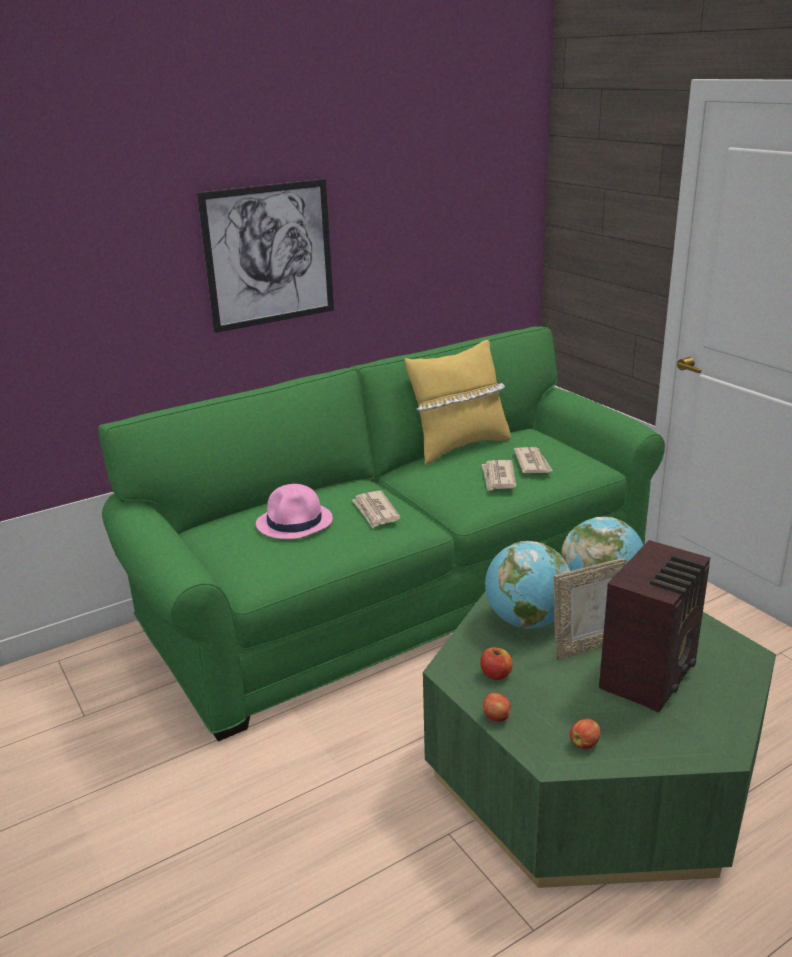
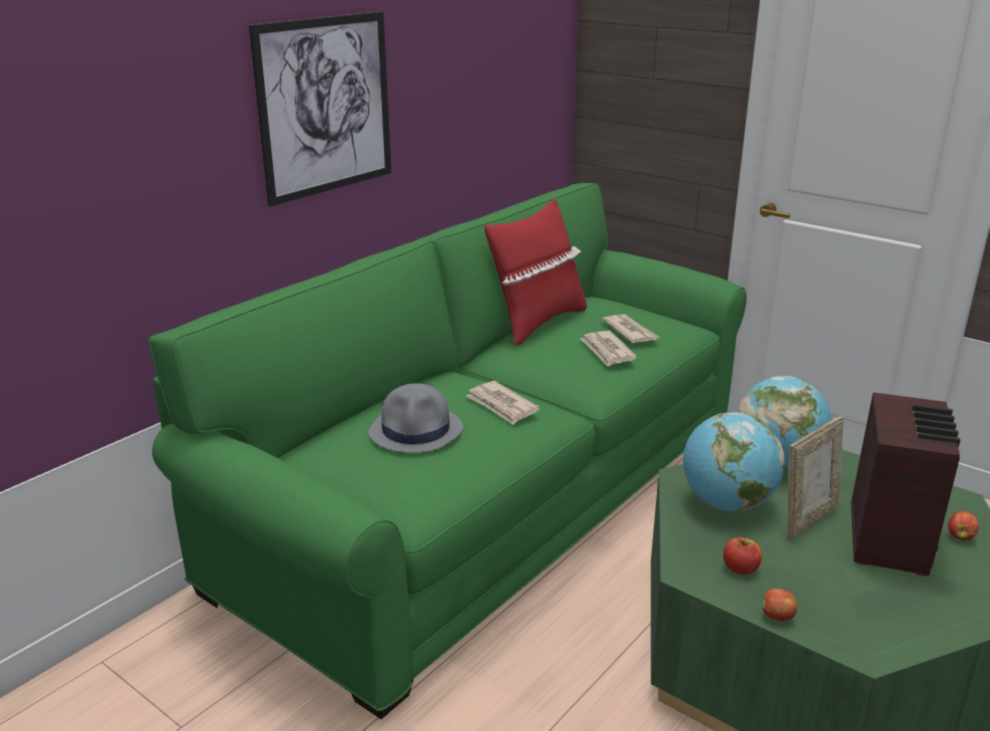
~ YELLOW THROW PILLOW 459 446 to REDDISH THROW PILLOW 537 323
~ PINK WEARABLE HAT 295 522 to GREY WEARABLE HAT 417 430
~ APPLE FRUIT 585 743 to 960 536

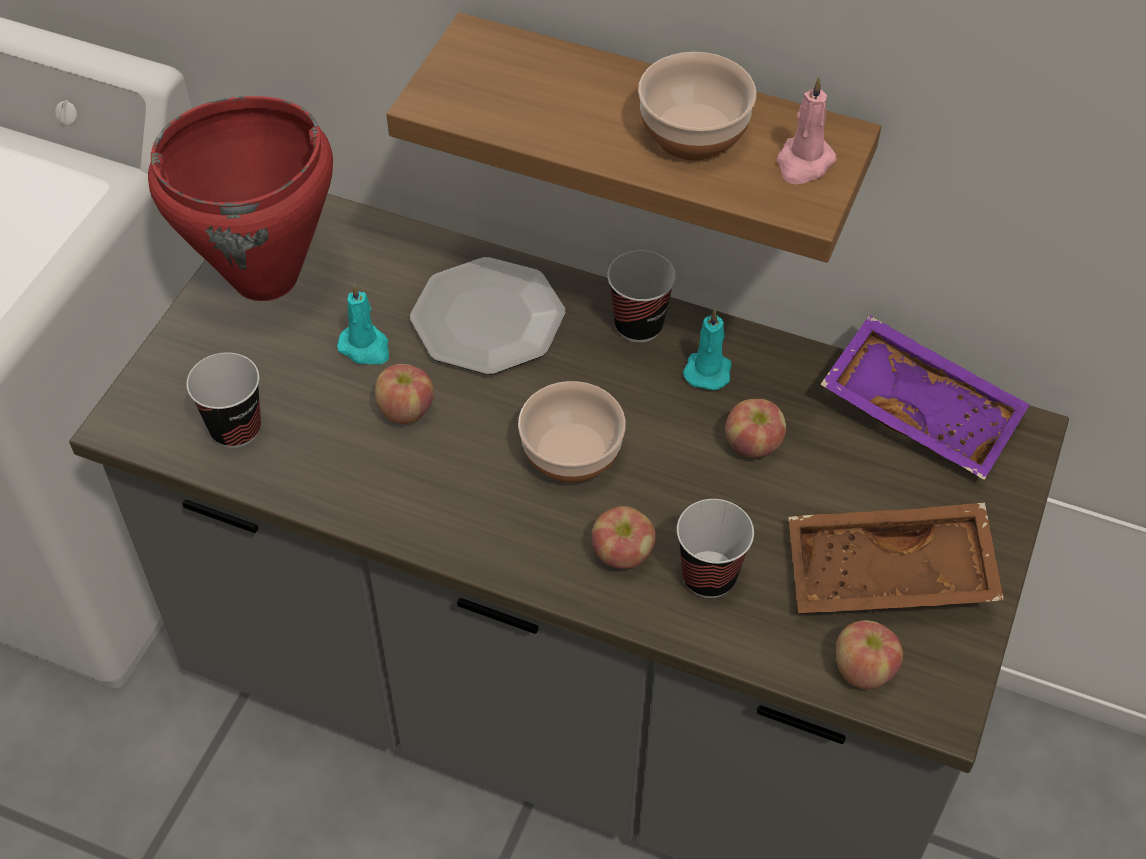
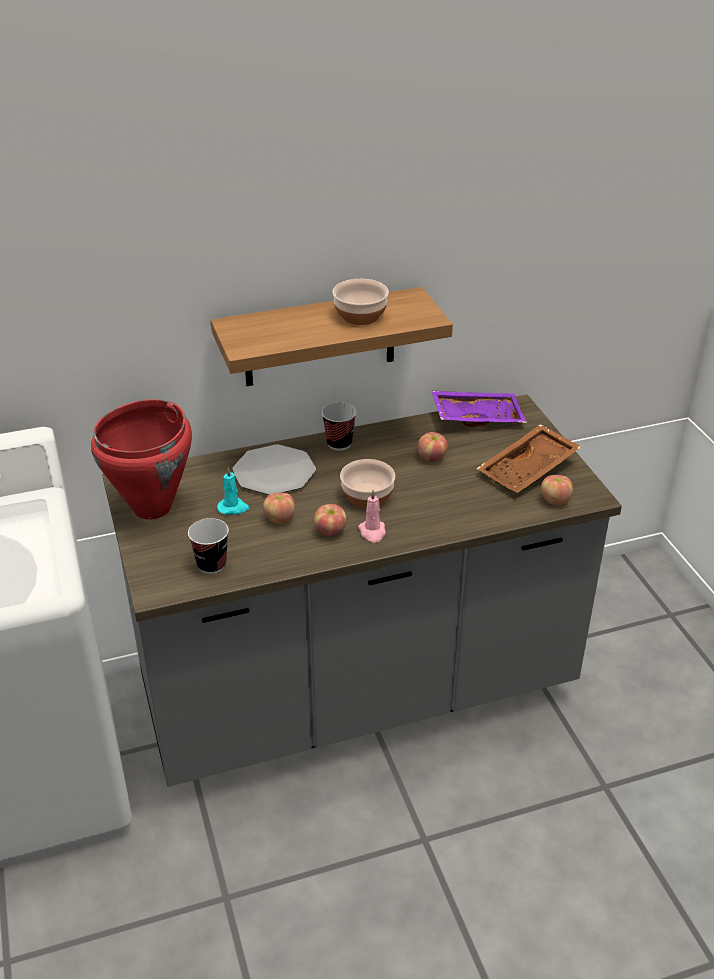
~ PINK CANDLE 803 163 to 372 532
- TURQUOISE-COLOURED CANDLE 708 369
- DRINKING CUP 709 576
~ APPLE FRUIT 622 554 to 330 531

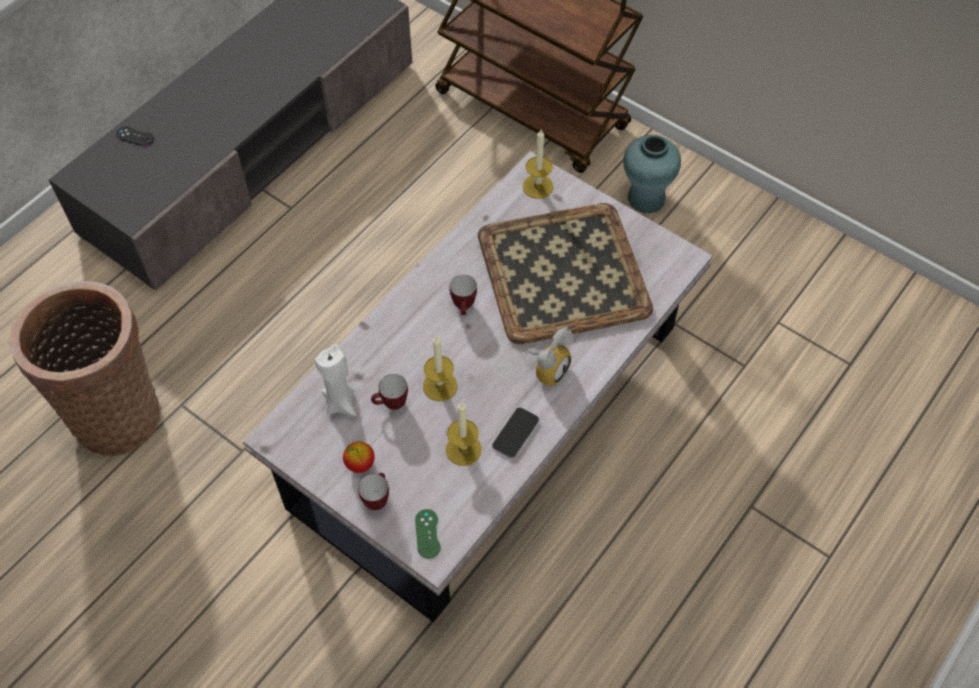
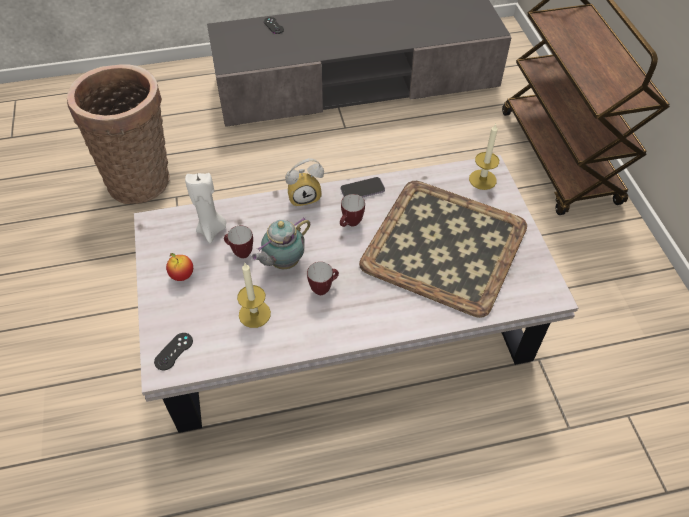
- TURQUOISE-COLOURED FLOWER VASE 646 199
~ TABLE CLOCK 548 368 to 305 196
~ CANDLE 440 386 to TEAPOT 283 262
~ HANDSET 515 433 to 362 190
~ MUG 377 499 to 323 288
~ GREENISH GAME CONTROLLER 427 533 to BLACKISH GAME CONTROLLER 173 351

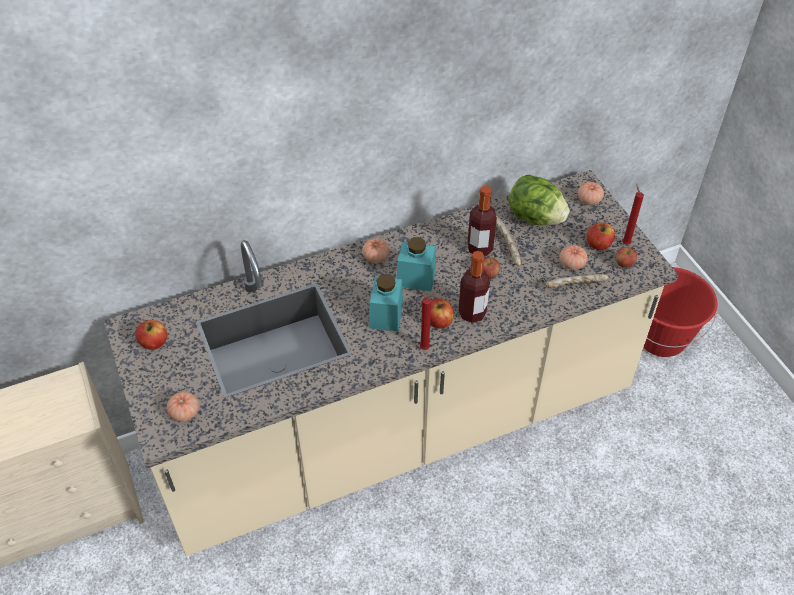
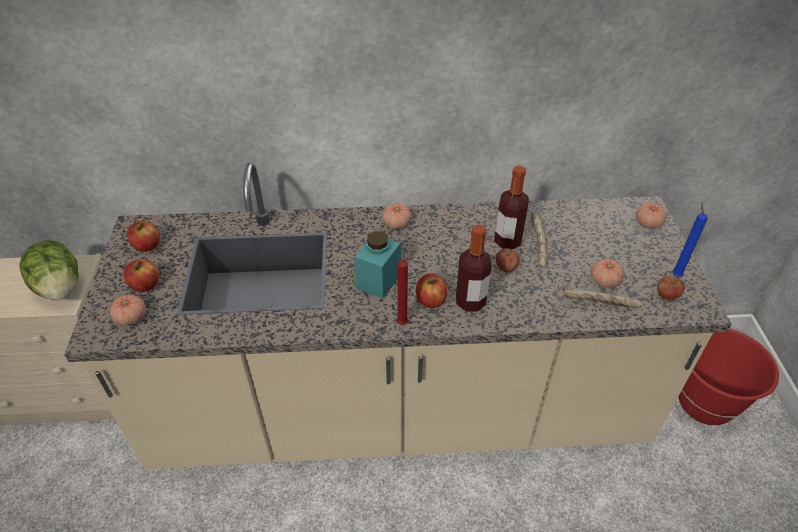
~ HEAD OF LETTUCE 535 217 to 60 288
~ REDDISH CANDLE 625 243 to BLUE-COLOURED CANDLE 675 274
~ APPLE FRUIT 598 244 to 145 285
- TURQUOISE-COLOURED PRESERVE JAR 416 278

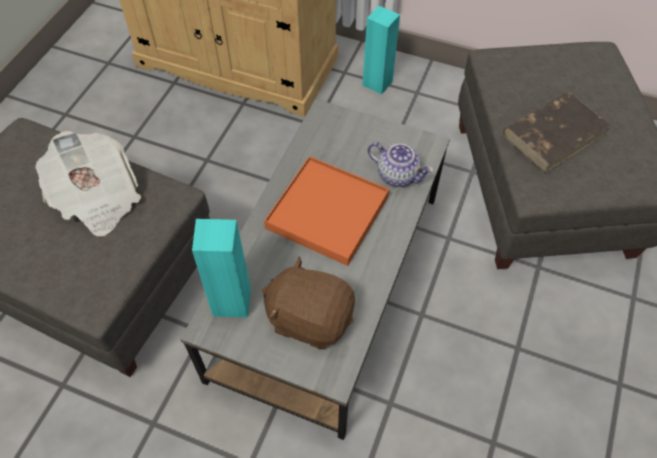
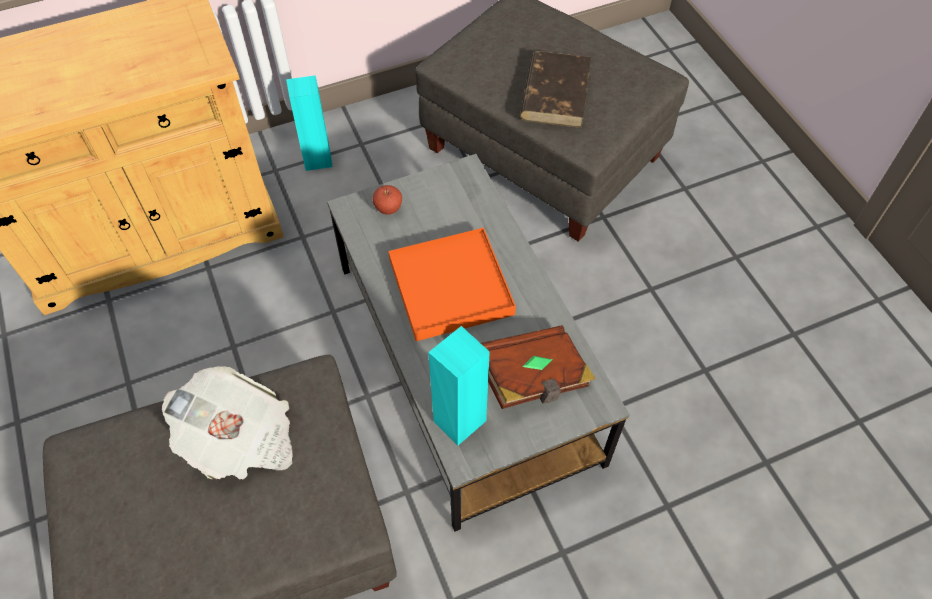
- TEAPOT 398 175
~ BROWN CUDDLY TOY 310 317 to BROWN VOLUME 533 378
+ APPLE FRUIT 388 208

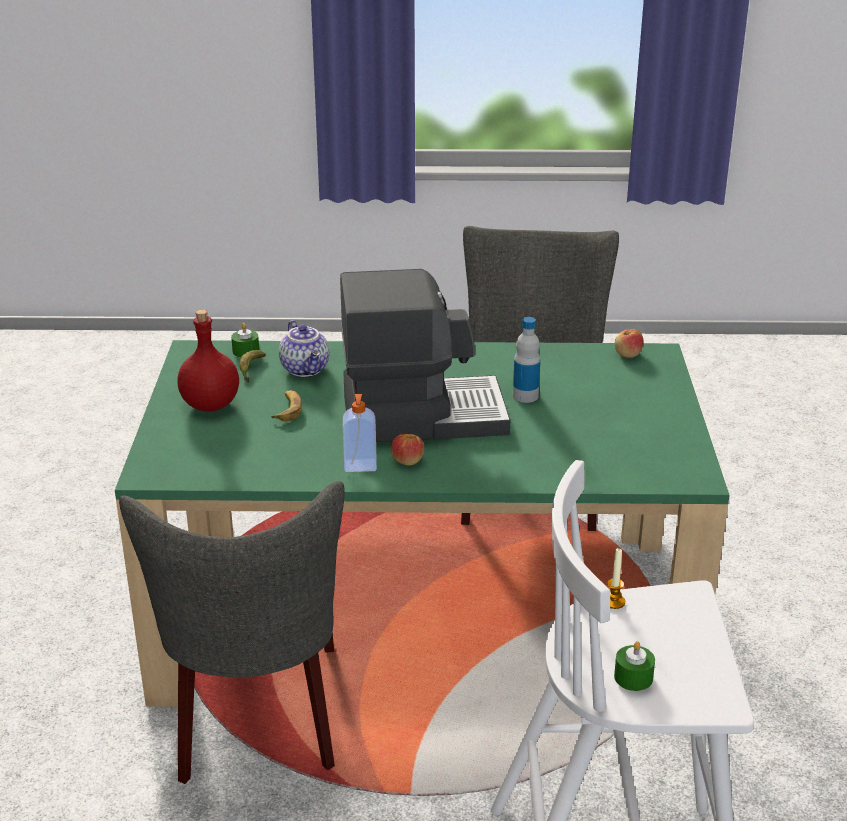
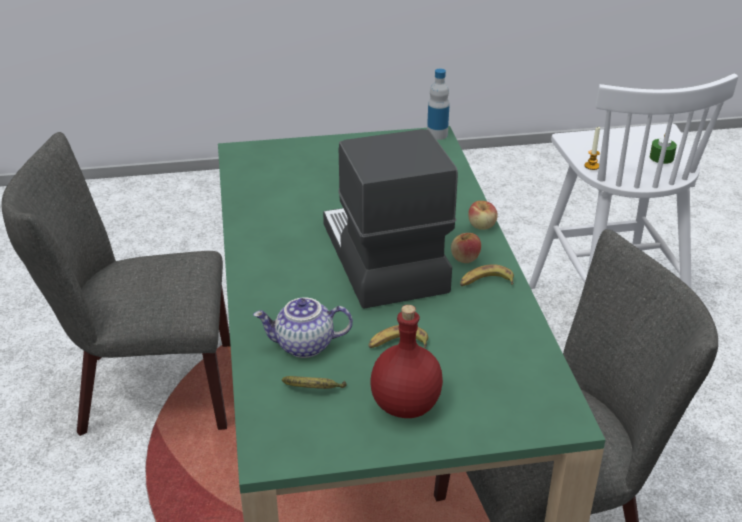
~ BOTTLE 525 396 to 437 134
~ TEAPOT 306 369 = 304 346 150 degrees counterclockwise
- GREENISH CANDLE 246 351
~ APPLE FRUIT 628 354 to 482 226
~ SOAP BOTTLE 360 466 to BANANA 486 282

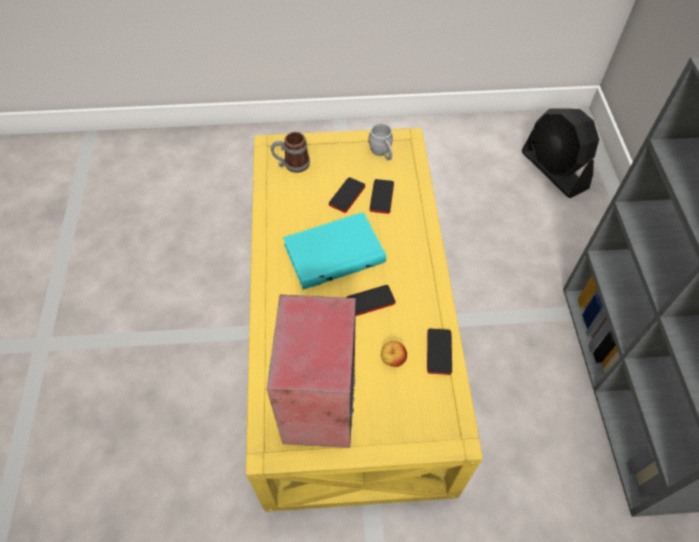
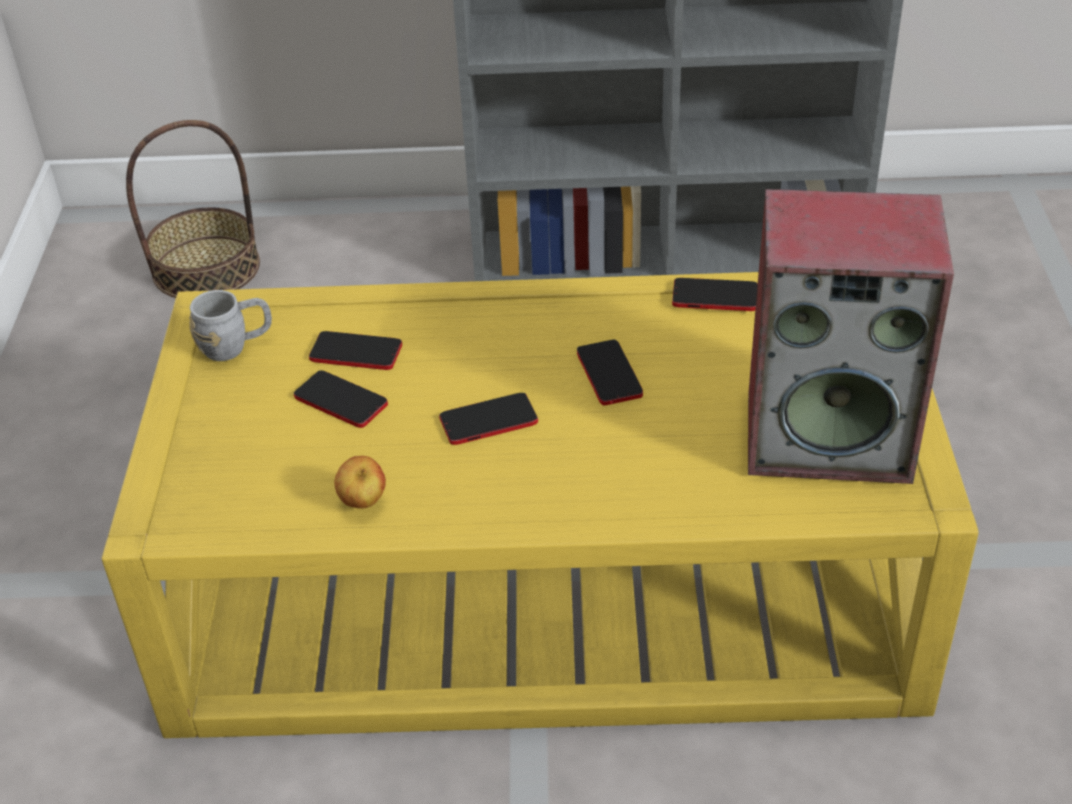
~ BLACKISH COOLING FAN 554 170 to HOUSEHOLD BASKET 206 268
- MUG 292 164
~ TURQUOISE-COLOURED VOLUME 334 252 to HANDSET 488 420
~ APPLE FRUIT 392 360 to 363 502

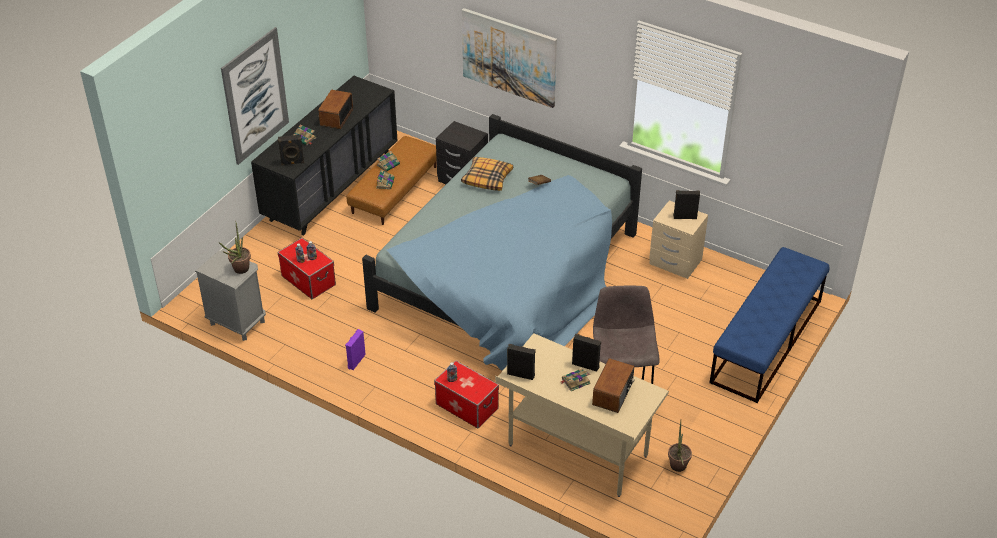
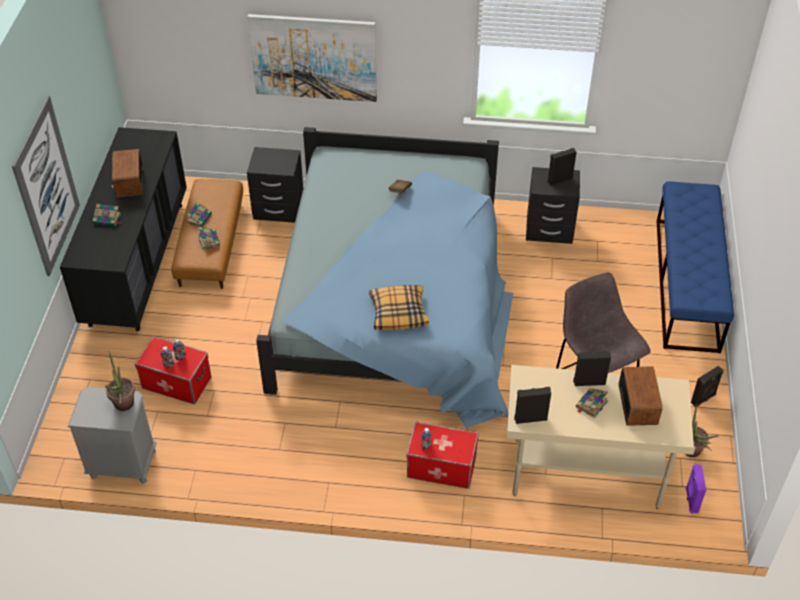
~ BLACKISH LOUDSPEAKER 292 163 to 703 399
~ THROW PILLOW 487 178 to 398 312
~ SAND-COLOURED NIGHT TABLE 675 262 to BLACKISH NIGHT TABLE 549 229
~ PURPLISH LOUDSPEAKER 356 361 to 691 500

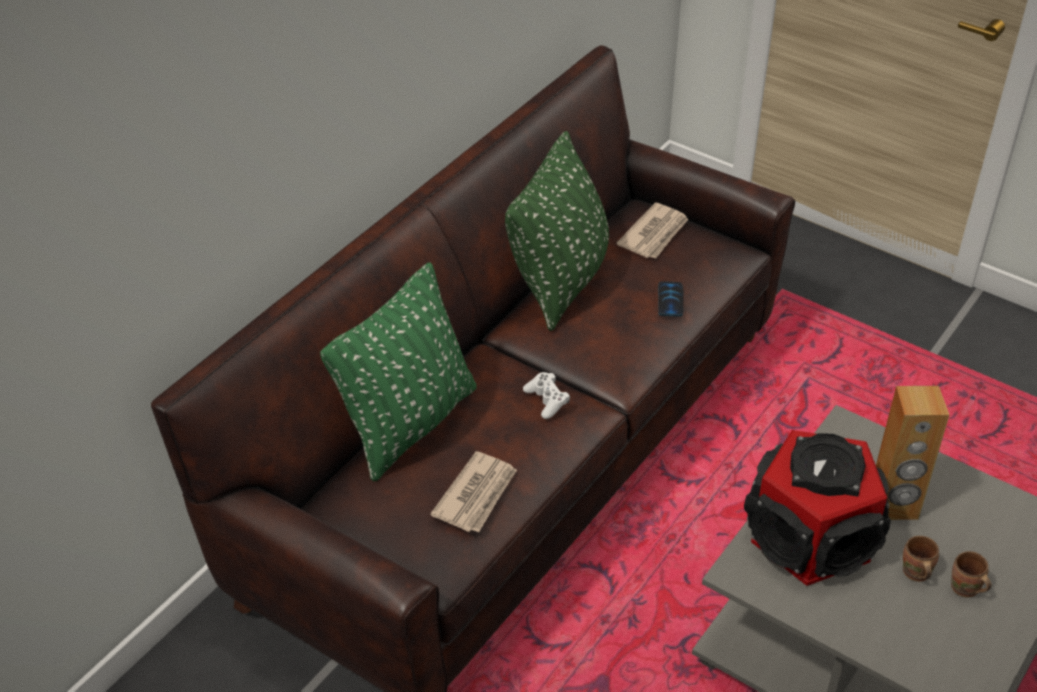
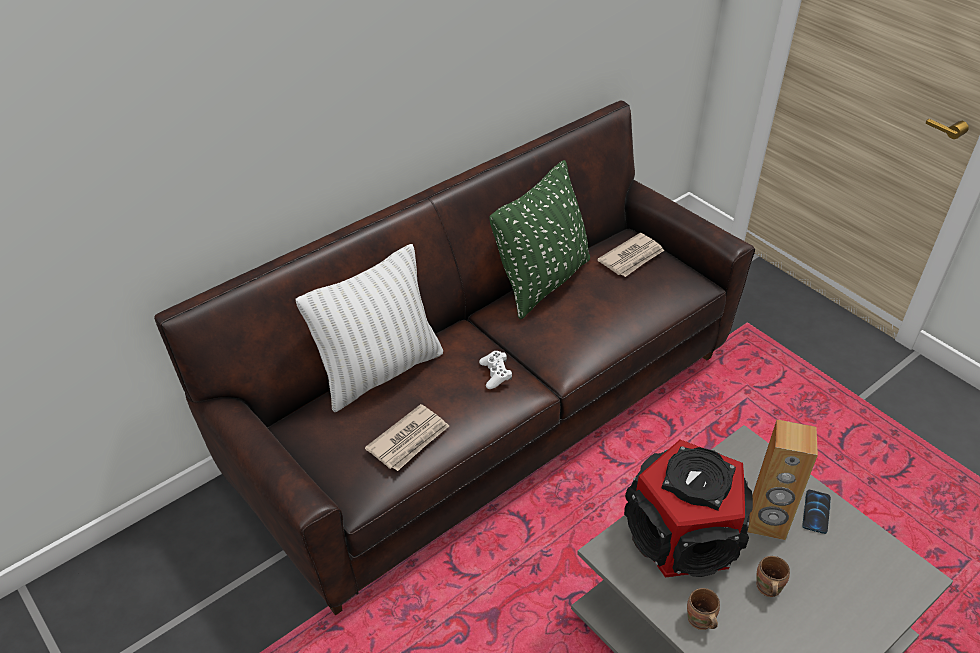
~ GREENISH THROW PILLOW 408 424 to WHITE THROW PILLOW 380 372
~ HANDSET 670 300 to 816 512
~ BROWN MUG 964 590 to 699 621

